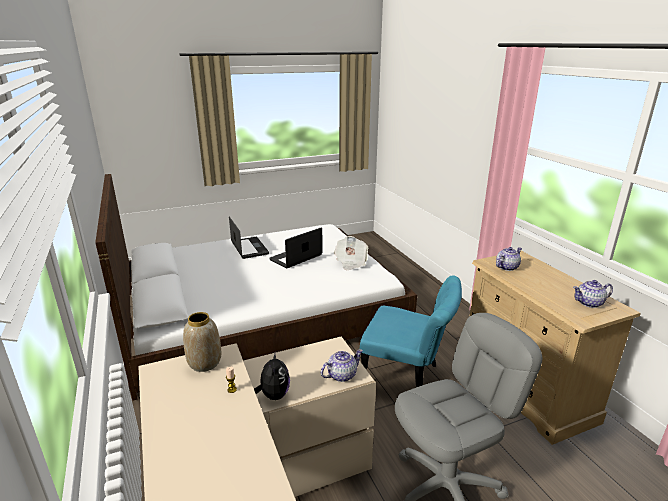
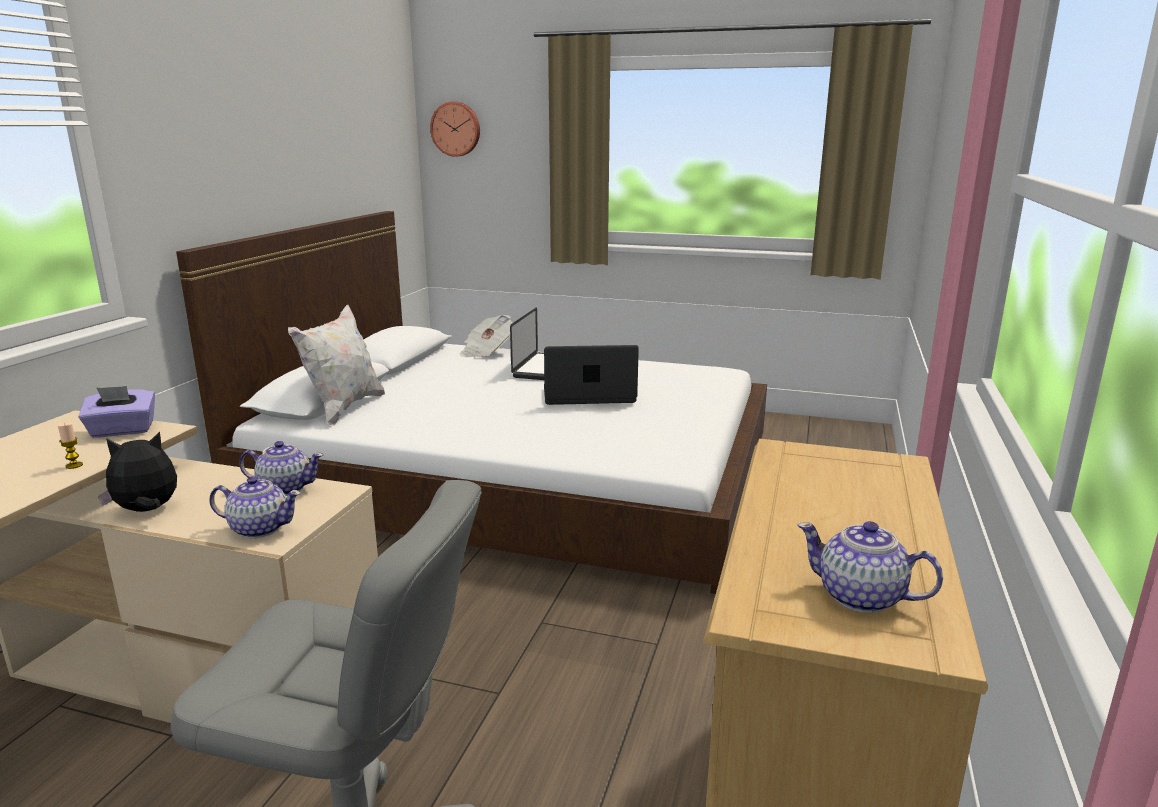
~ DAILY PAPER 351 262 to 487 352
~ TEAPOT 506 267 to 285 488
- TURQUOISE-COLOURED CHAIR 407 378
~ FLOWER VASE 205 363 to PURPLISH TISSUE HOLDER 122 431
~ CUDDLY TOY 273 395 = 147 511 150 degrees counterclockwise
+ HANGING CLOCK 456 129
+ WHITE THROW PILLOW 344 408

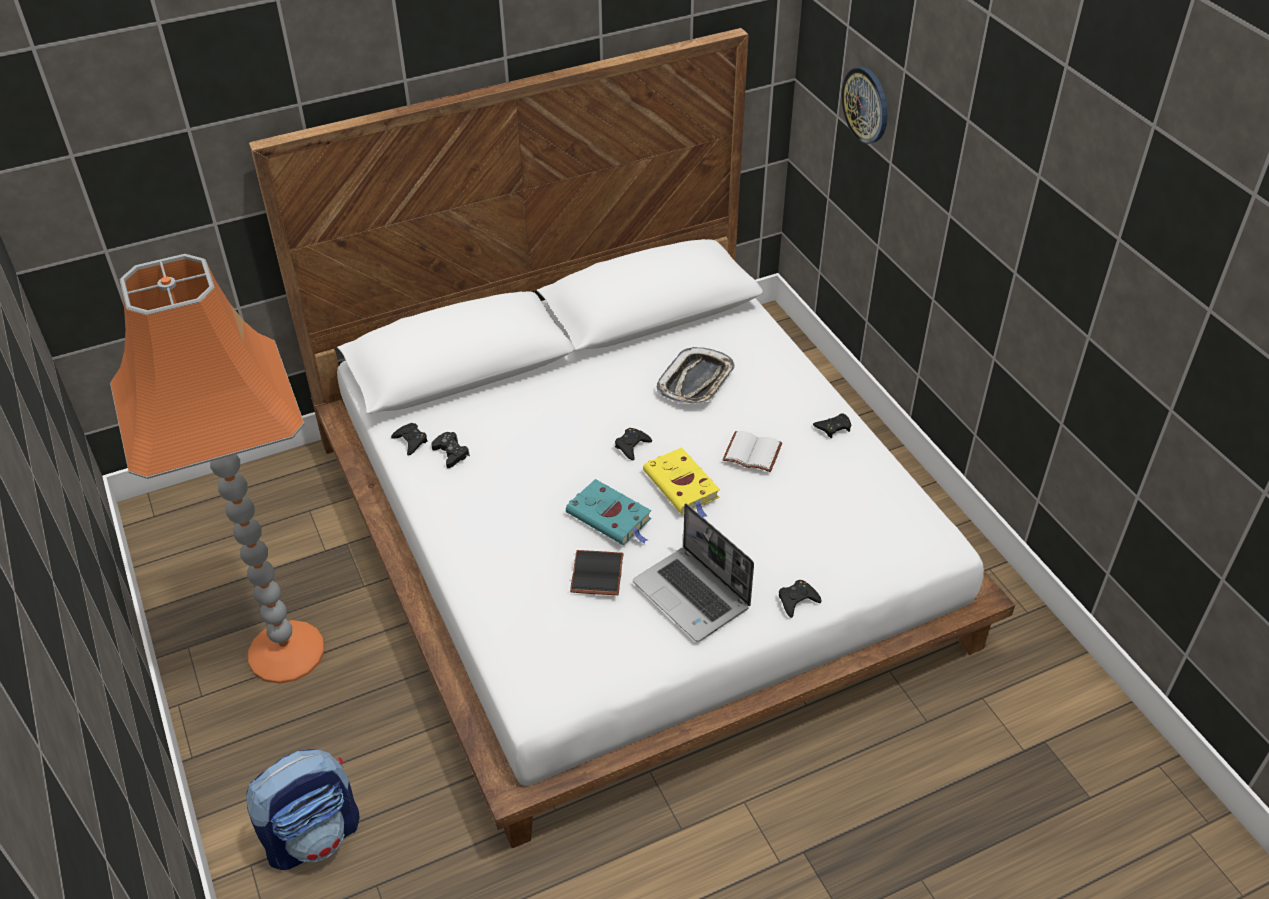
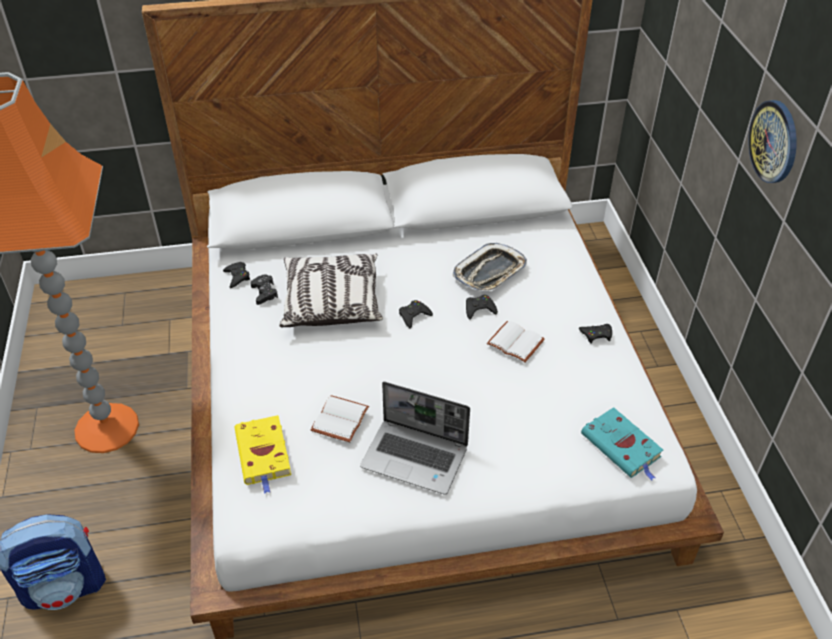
~ HANGING CLOCK 866 104 to 774 141
~ YELLOW VOLUME 682 486 to 264 455
~ TURQUOISE-COLOURED VOLUME 611 517 to 622 447
~ PORTABLE COMPUTER 693 595 = 416 457 45 degrees counterclockwise
~ BLACKISH VOLUME 598 574 to WHITE VOLUME 341 420
~ BLACKISH GAME CONTROLLER 797 600 to 479 309
+ THROW PILLOW 331 302

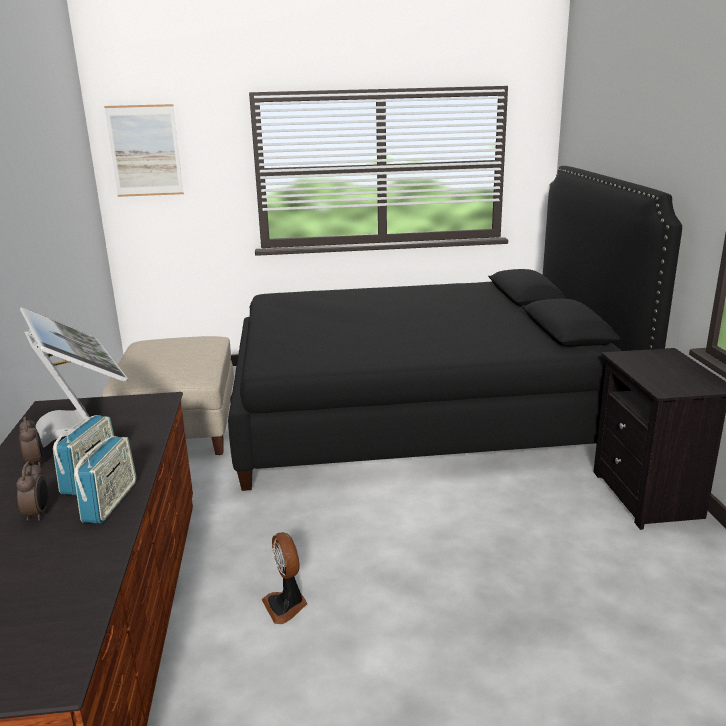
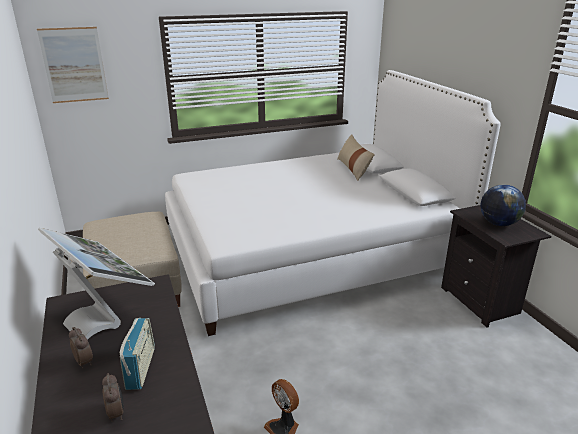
~ BLACKISH BEDROOM BED 422 412 to WHITE BEDROOM BED 310 253
- RADIO 111 502
+ SAND-COLOURED THROW PILLOW 353 169
+ GLOBE 498 223

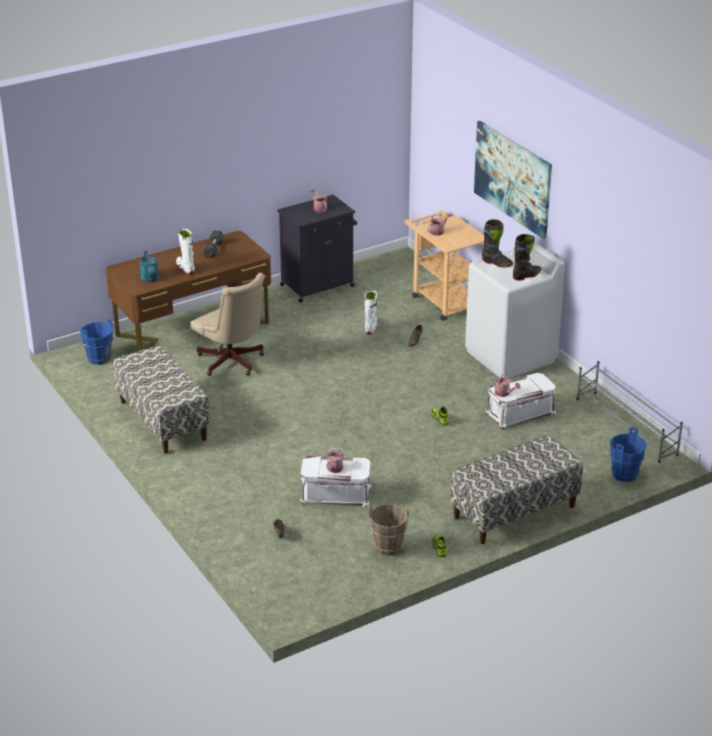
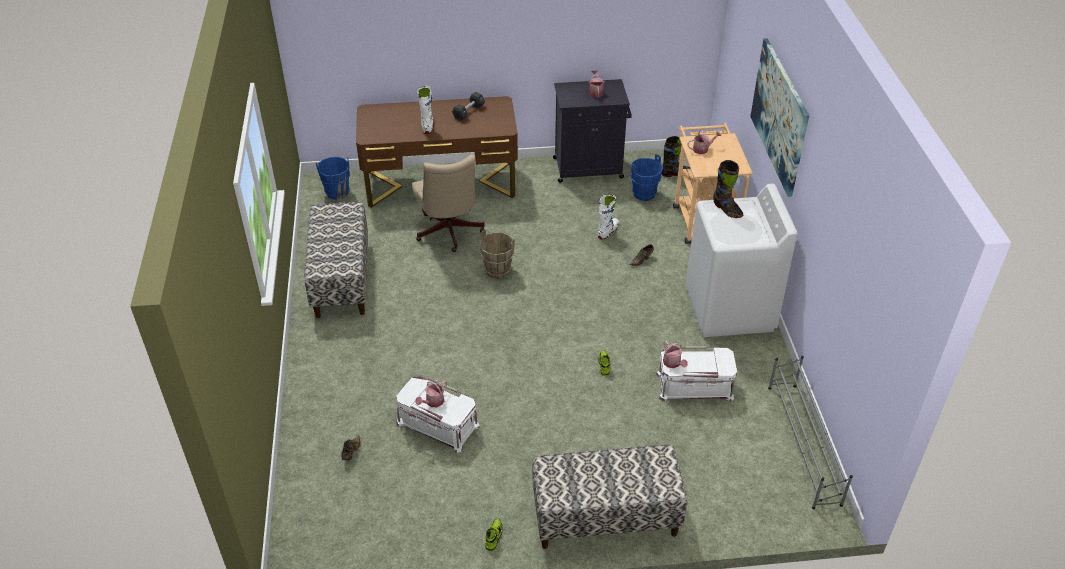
~ BLACKISH HIGH-TOP BOOT 526 276 to 675 174
- TURQUOISE-COLOURED WATERING CAN 150 279
~ BLUE-COLOURED WATER BUCKET 625 474 to 644 194
~ BROWN WATER BUCKET 388 547 to 497 271

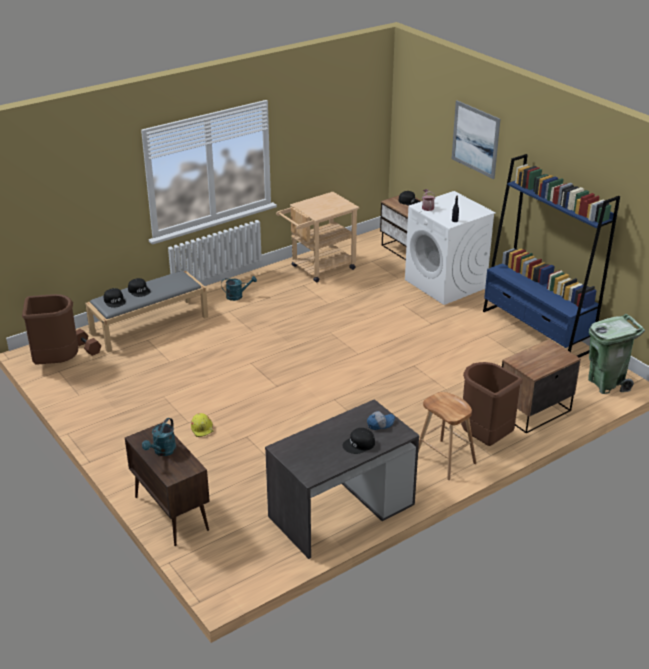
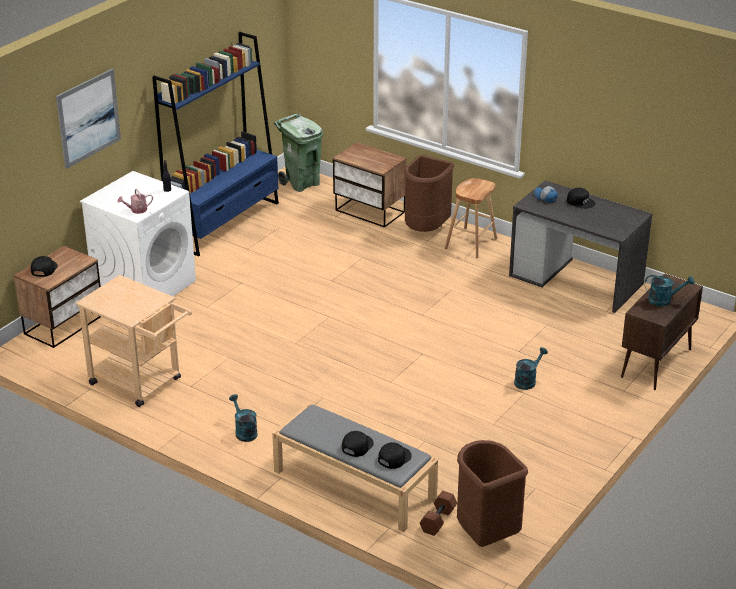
~ YELLOW SAFETY HELMET 202 429 to TURQUOISE-COLOURED WATERING CAN 527 381

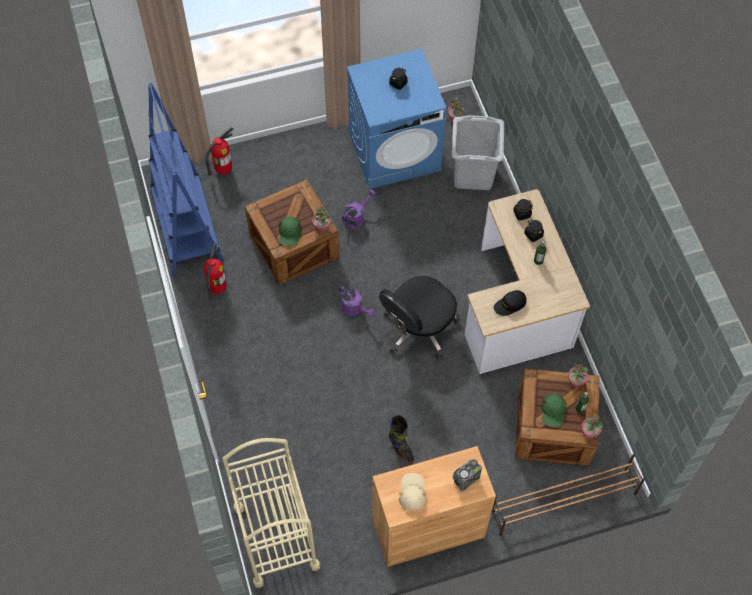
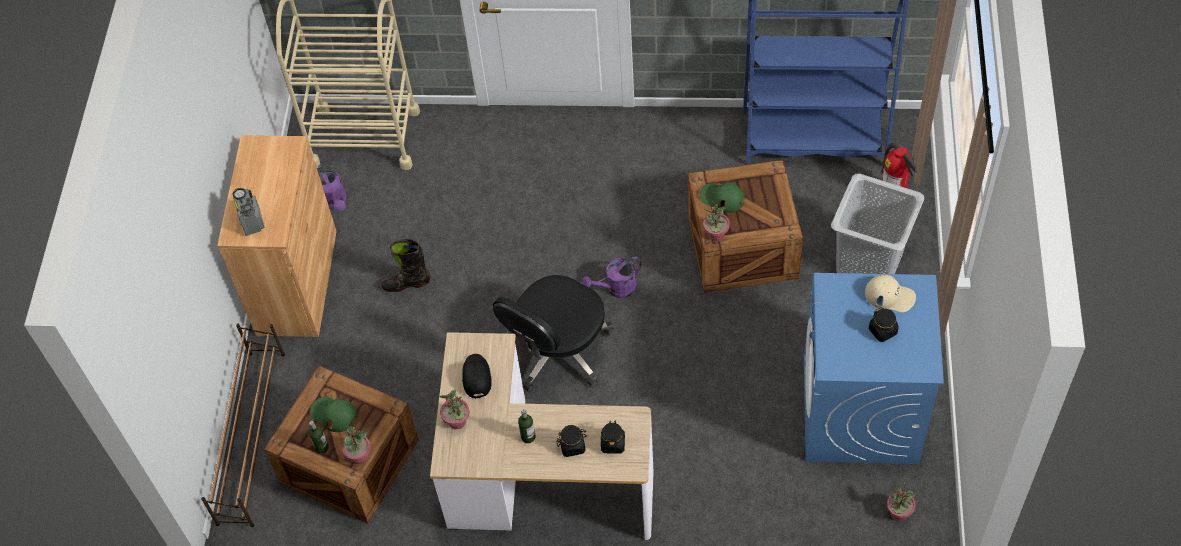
~ GREY WASHING BASKET 473 174 to 869 262
~ PURPLISH WATERING CAN 356 217 to 335 202
- EXTINGUISHER 217 288
~ BLACKISH DESK CHAIR 418 329 = 558 352 120 degrees counterclockwise
~ PLANT IN A POT 589 433 to 457 422
~ SAND-COLOURED PEAKED CAP 412 492 to 890 296

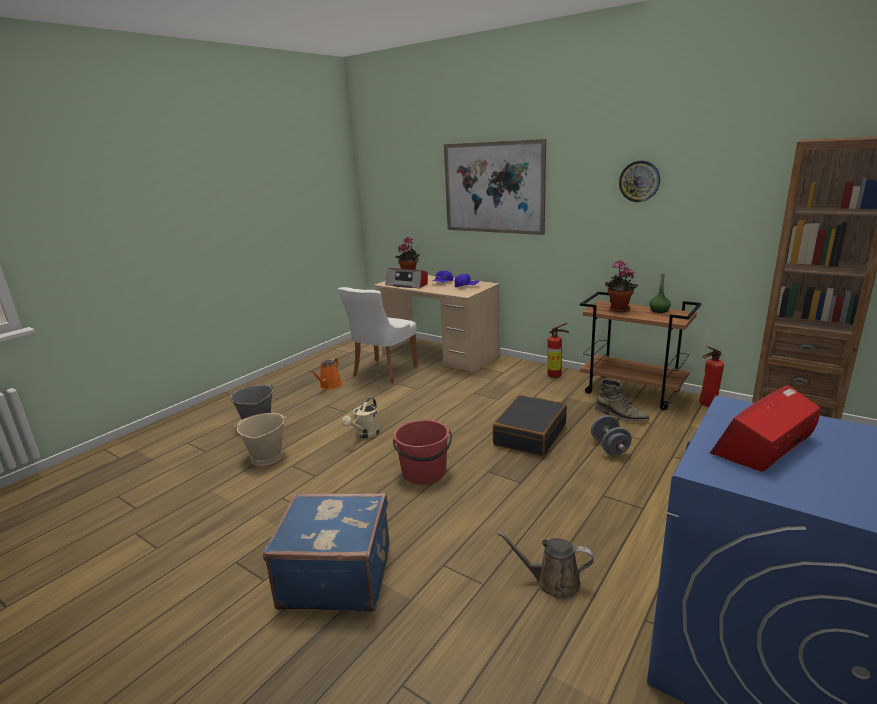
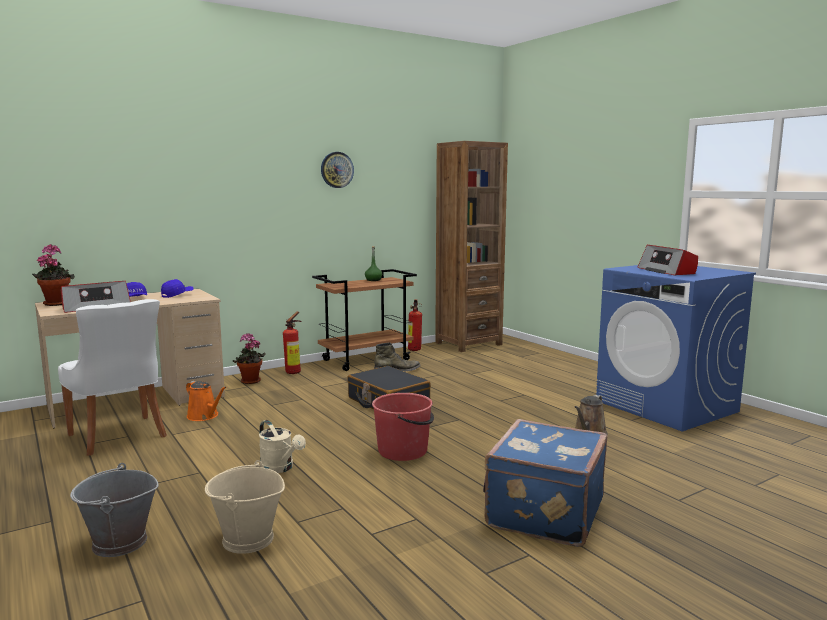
- PICTURE 493 188
~ PLANT IN A POT 618 310 to 250 382
~ ORANGEY WATERING CAN 329 386 to 204 416
- GREY HAND WEIGHT 609 447

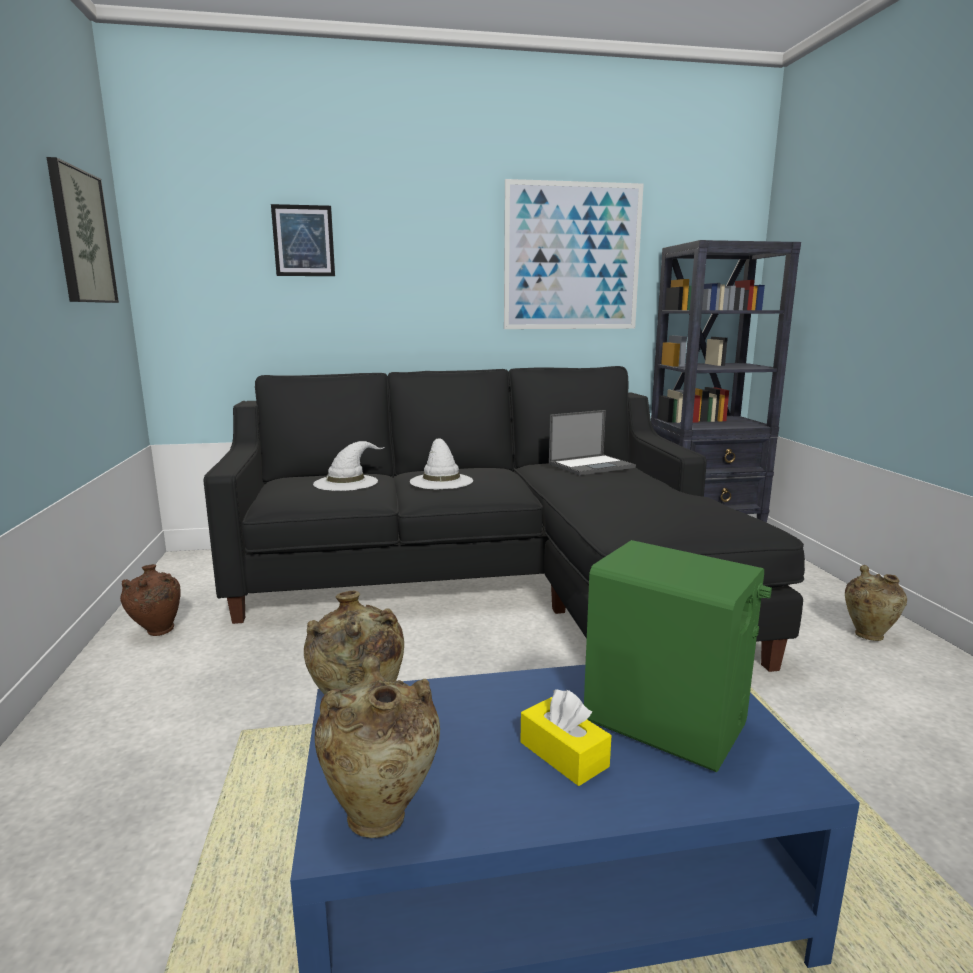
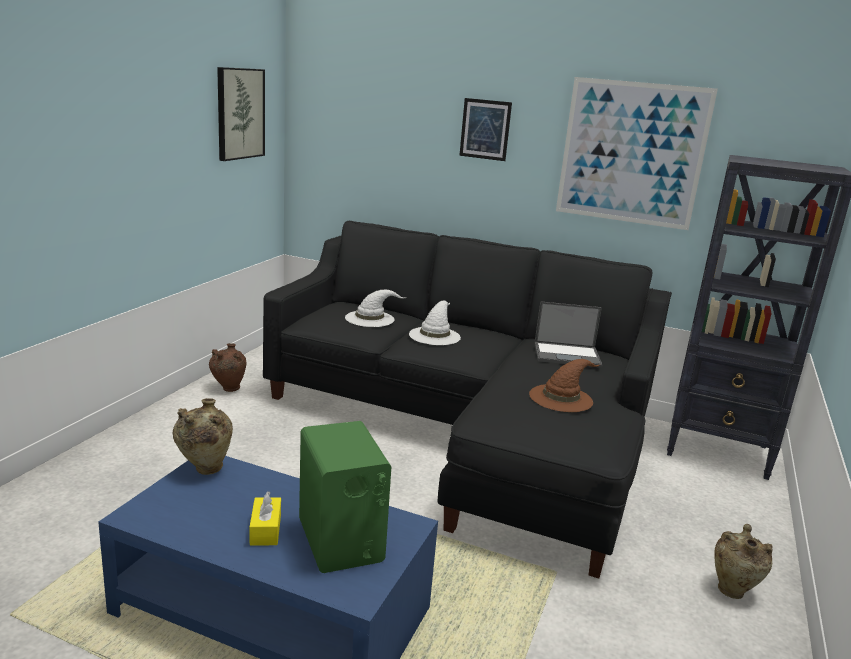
~ PICTURE 303 241 to 485 129
- SAND-COLOURED FLOWER VASE 381 813
+ BROWN WEARABLE HAT 561 397

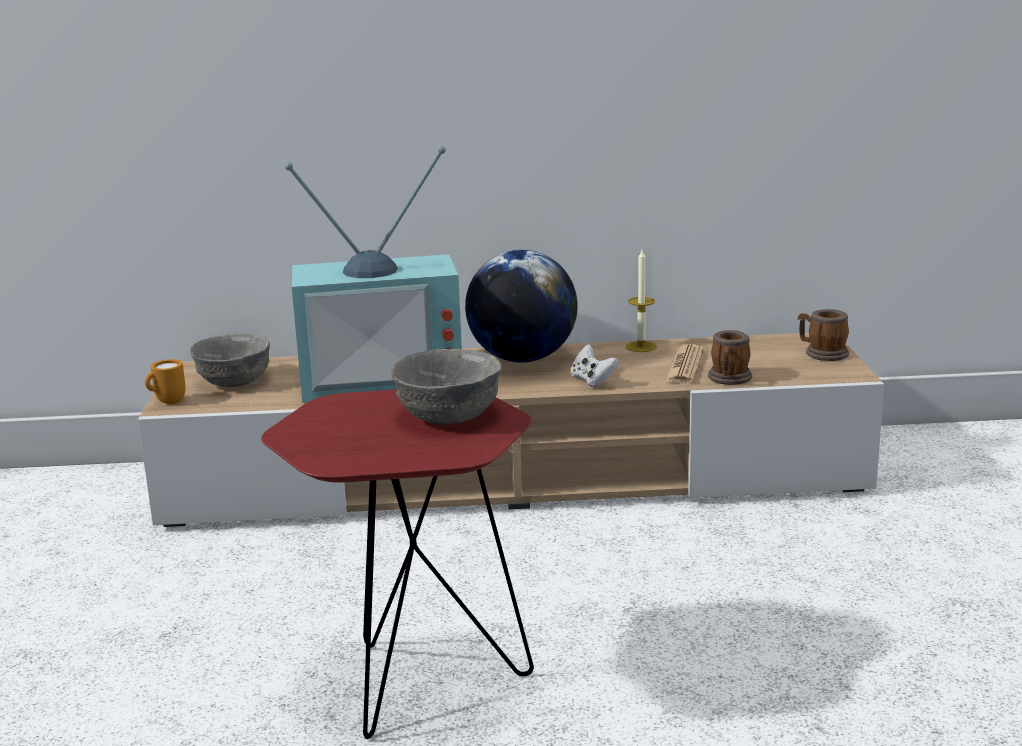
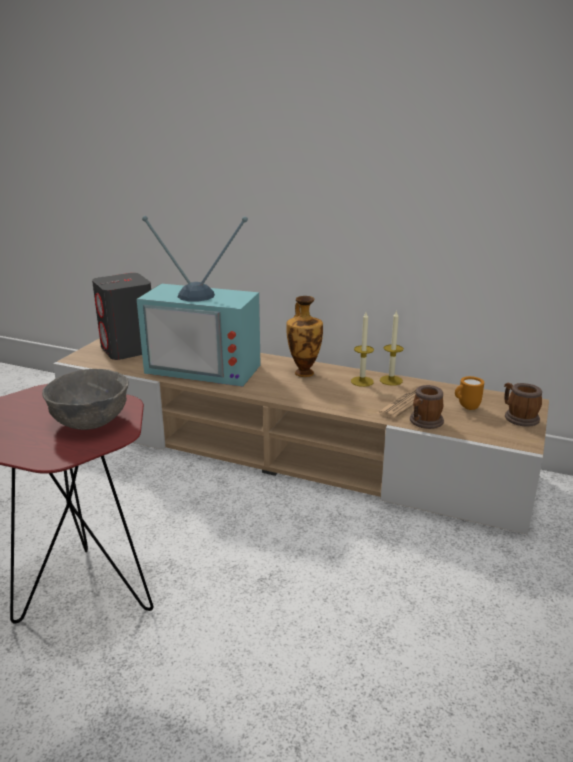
~ GLOBE 522 359 to FLOWER VASE 304 372
~ GREY DEEP DISH 235 381 to GREY LOUDSPEAKER 129 350
- WHITE GAME CONTROLLER 592 381
~ ORANGEY MUG 167 403 to 465 407
+ CANDLE 362 381

